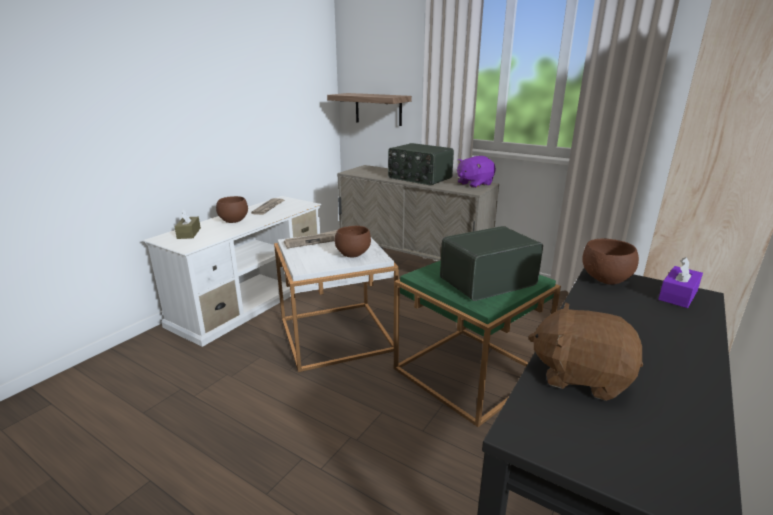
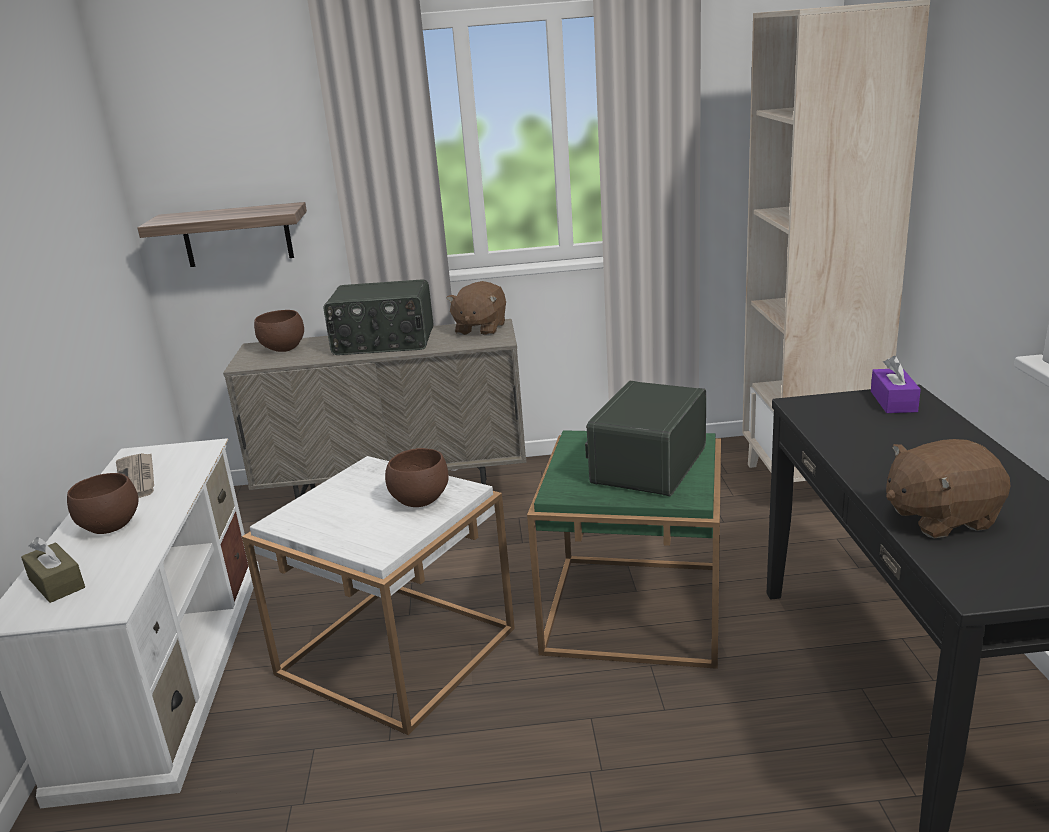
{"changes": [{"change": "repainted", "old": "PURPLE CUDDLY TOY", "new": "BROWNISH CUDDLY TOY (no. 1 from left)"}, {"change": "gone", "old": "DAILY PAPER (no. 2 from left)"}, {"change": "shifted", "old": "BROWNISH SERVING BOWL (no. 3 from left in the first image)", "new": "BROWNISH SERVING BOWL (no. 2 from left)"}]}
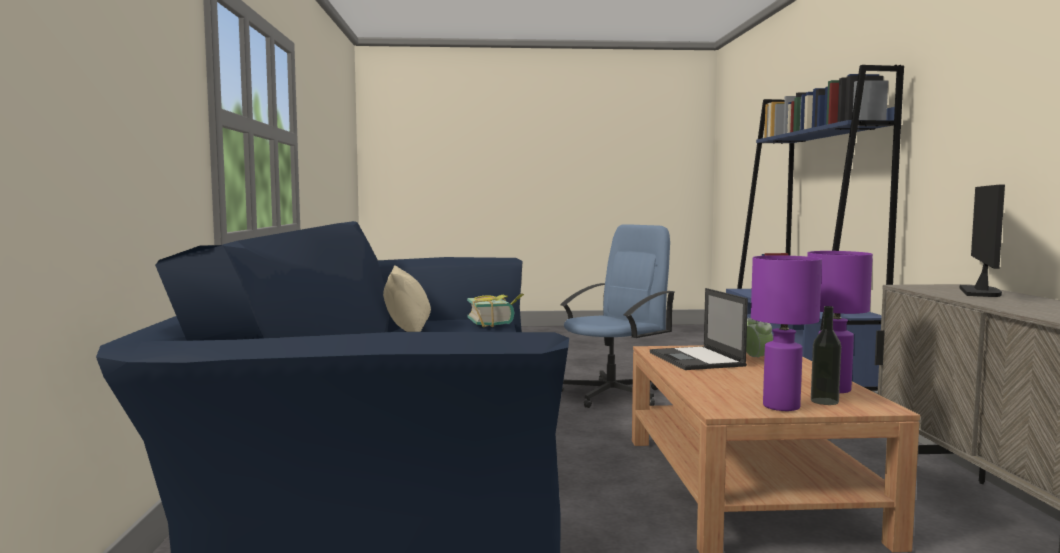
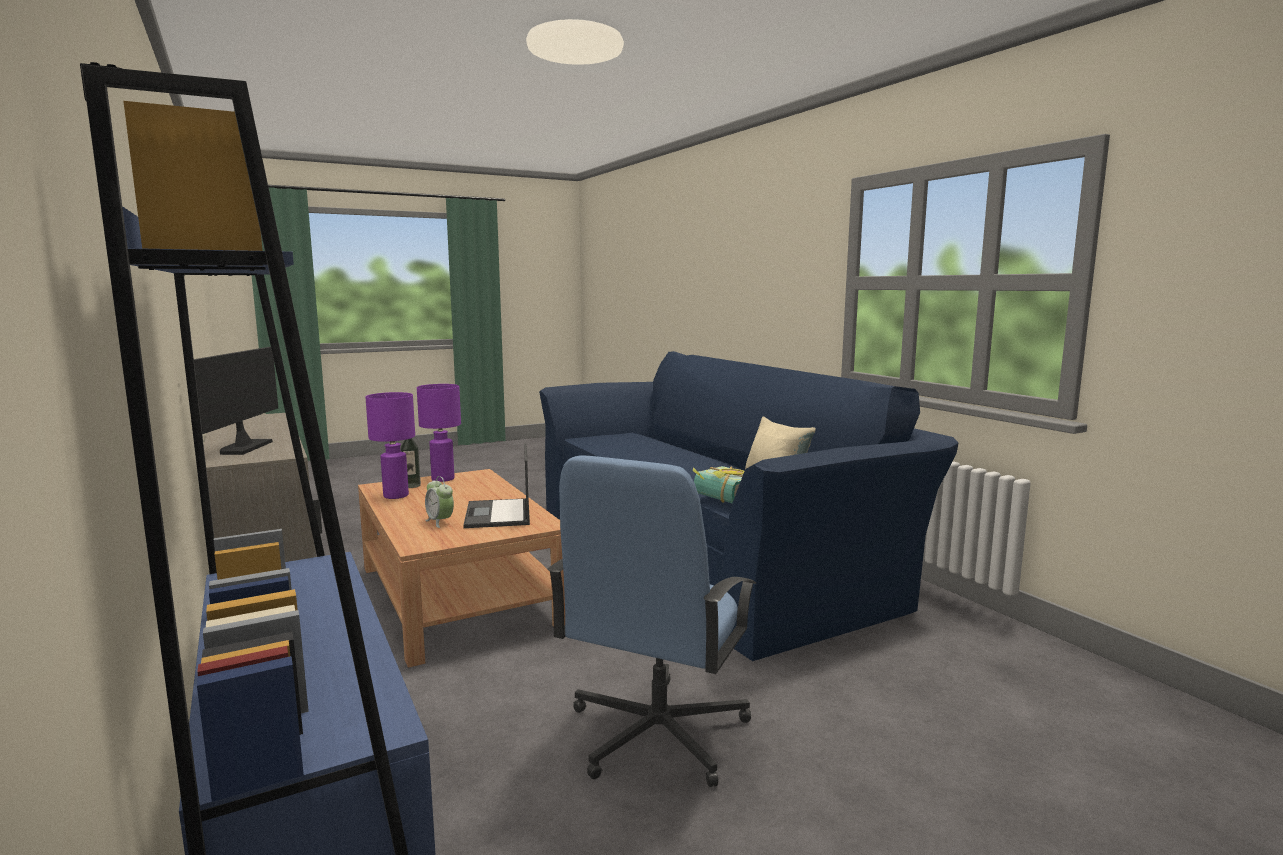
{"changes": [{"change": "rotated", "old": "LAPTOP", "degrees": -150}]}
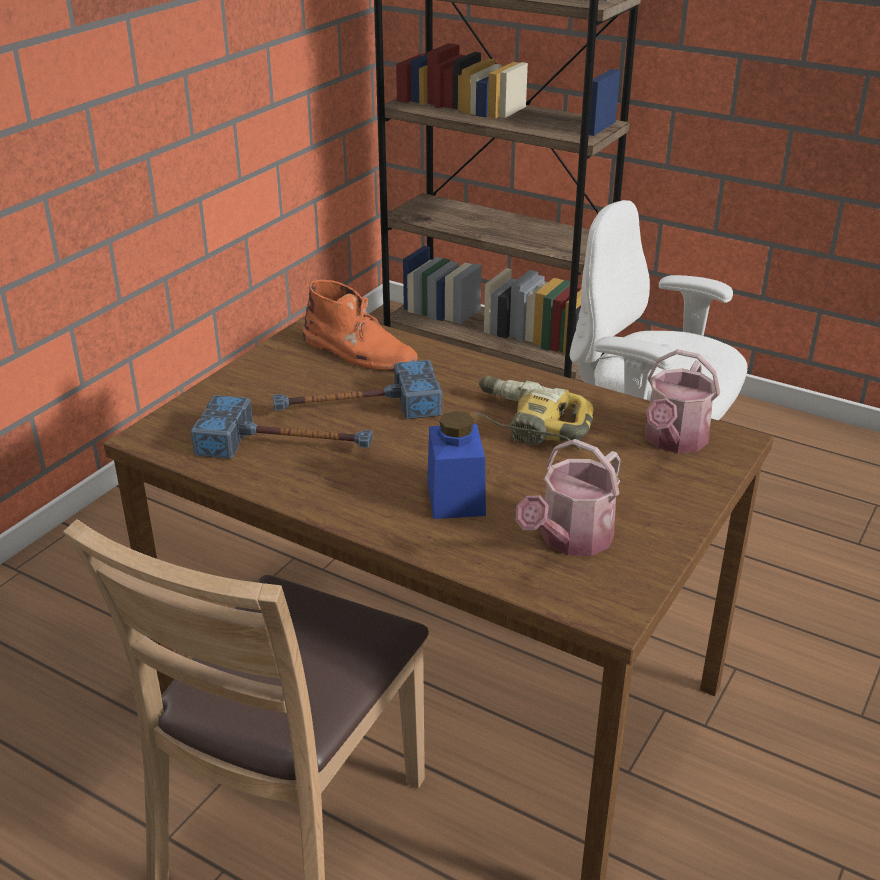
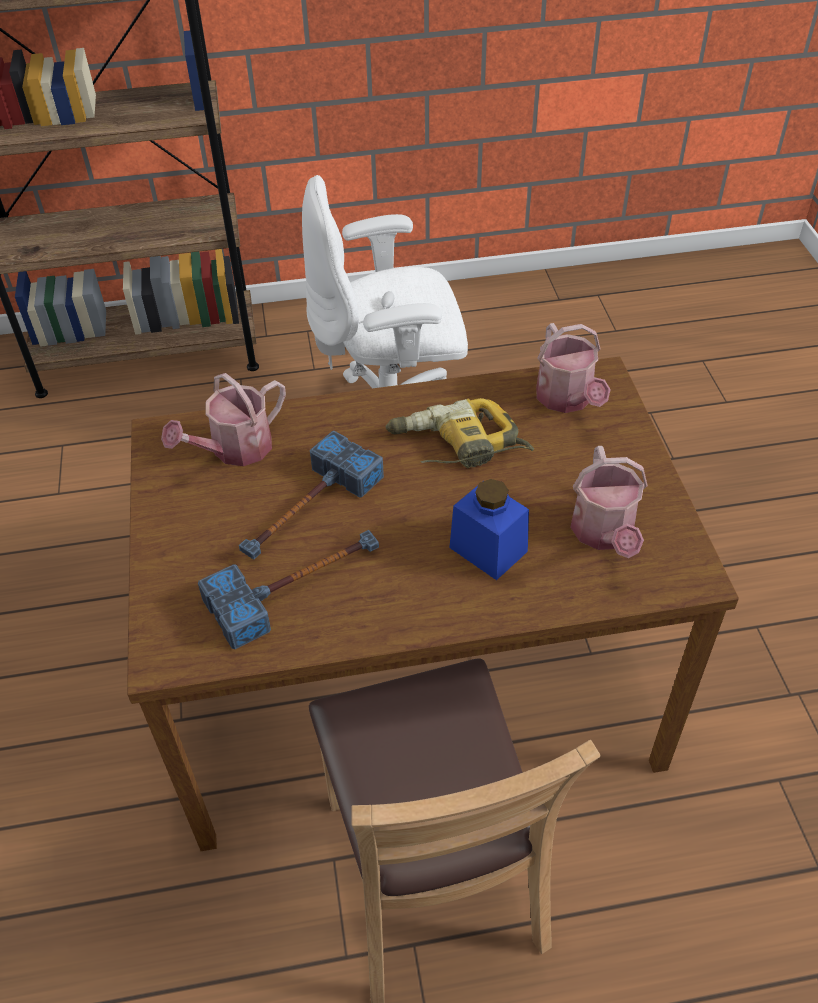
{"changes": [{"change": "swapped", "old": "ORANGEY BOOT", "new": "SPRINKLING CAN (no. 1 from left)"}]}
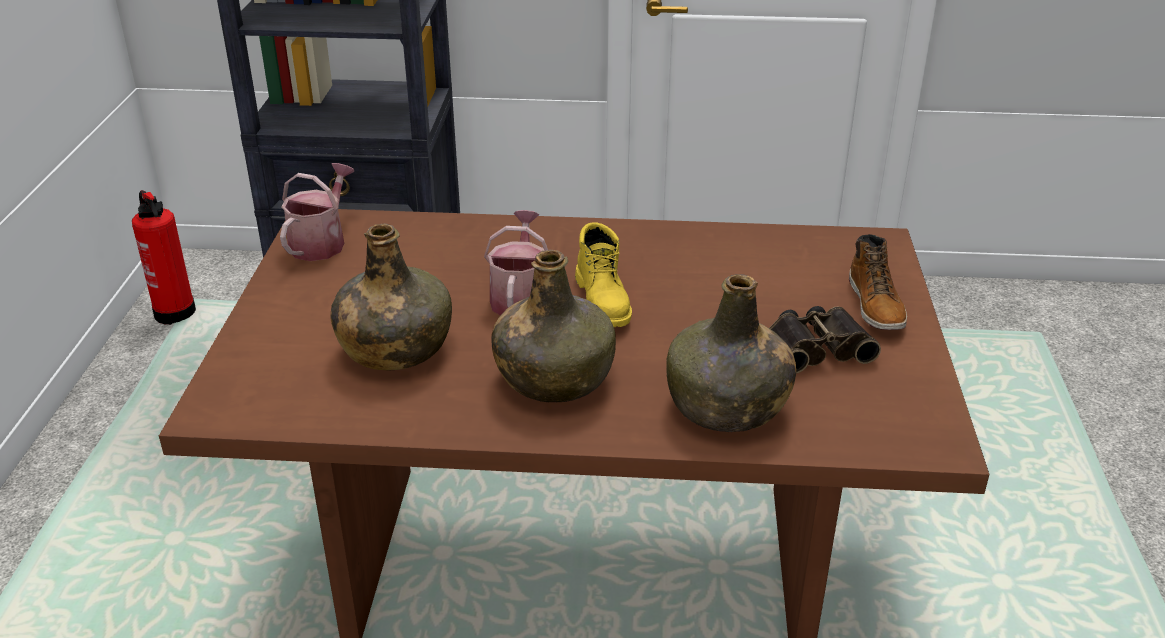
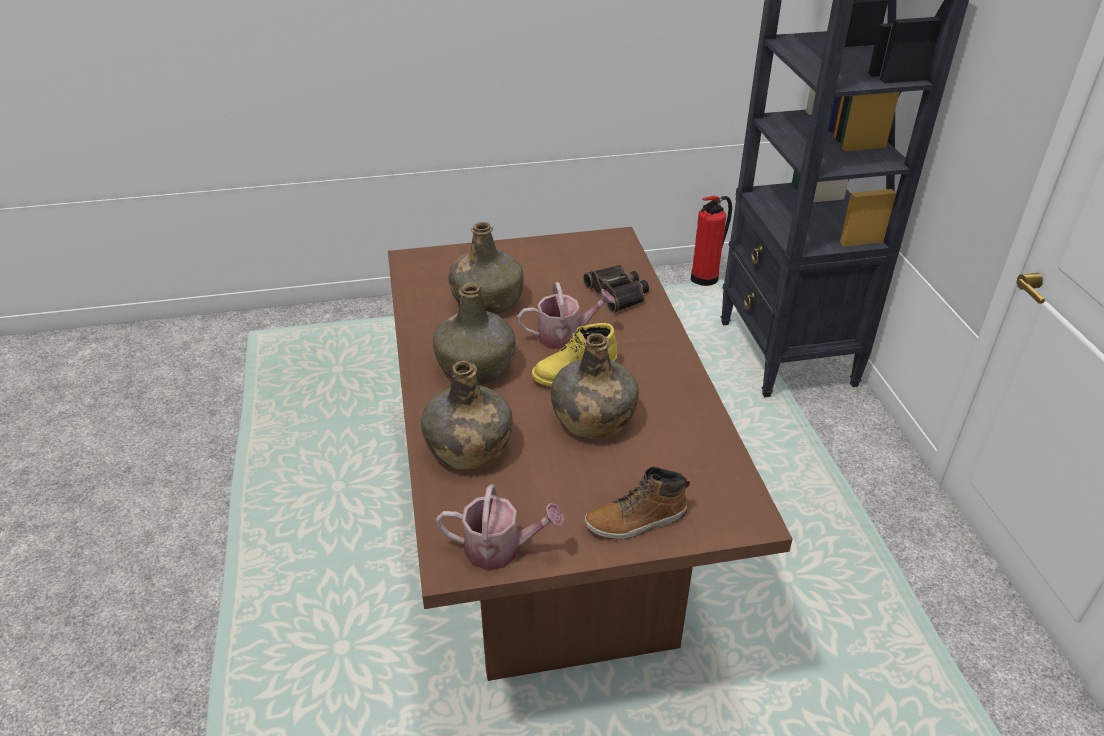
{"changes": [{"change": "shifted", "old": "SPRINKLING CAN (no. 1 from left)"}, {"change": "shifted", "old": "PAIR OF BINOCULARS"}, {"change": "new", "new": "GREEN-COLOURED BOTTLE (no. 4 from left)"}]}
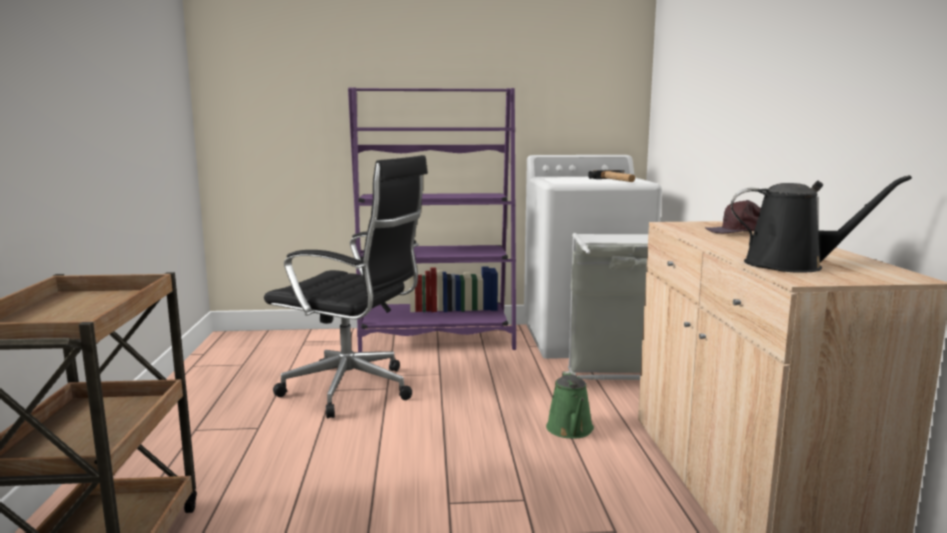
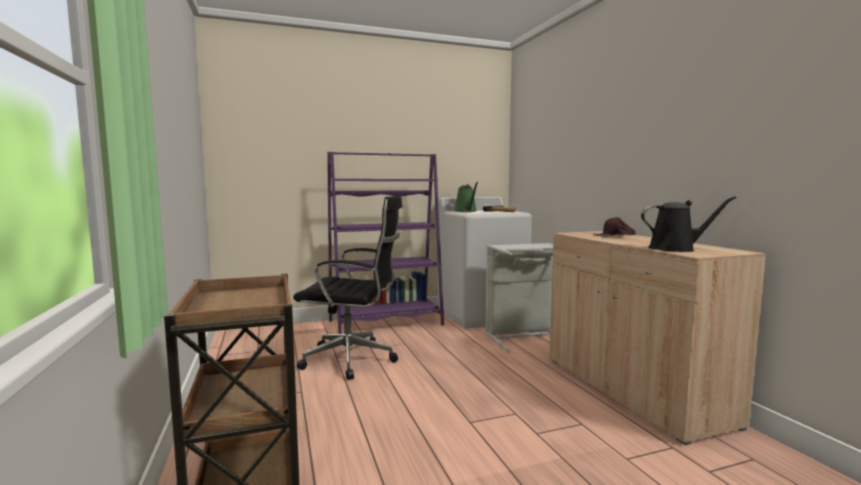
{"changes": [{"change": "shifted", "old": "GREEN-COLOURED SPRINKLING CAN"}]}
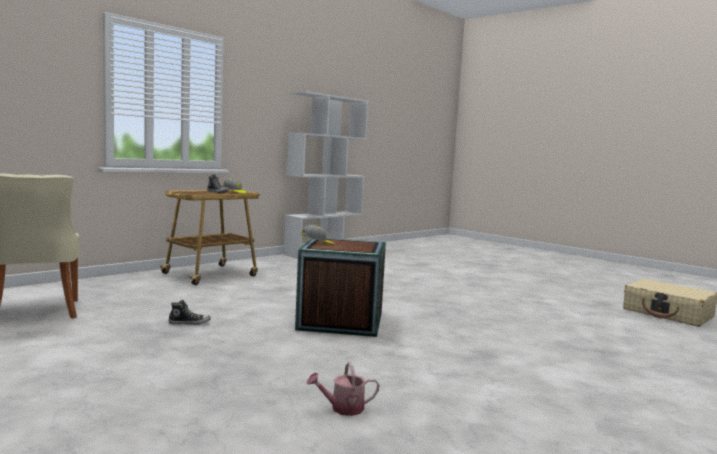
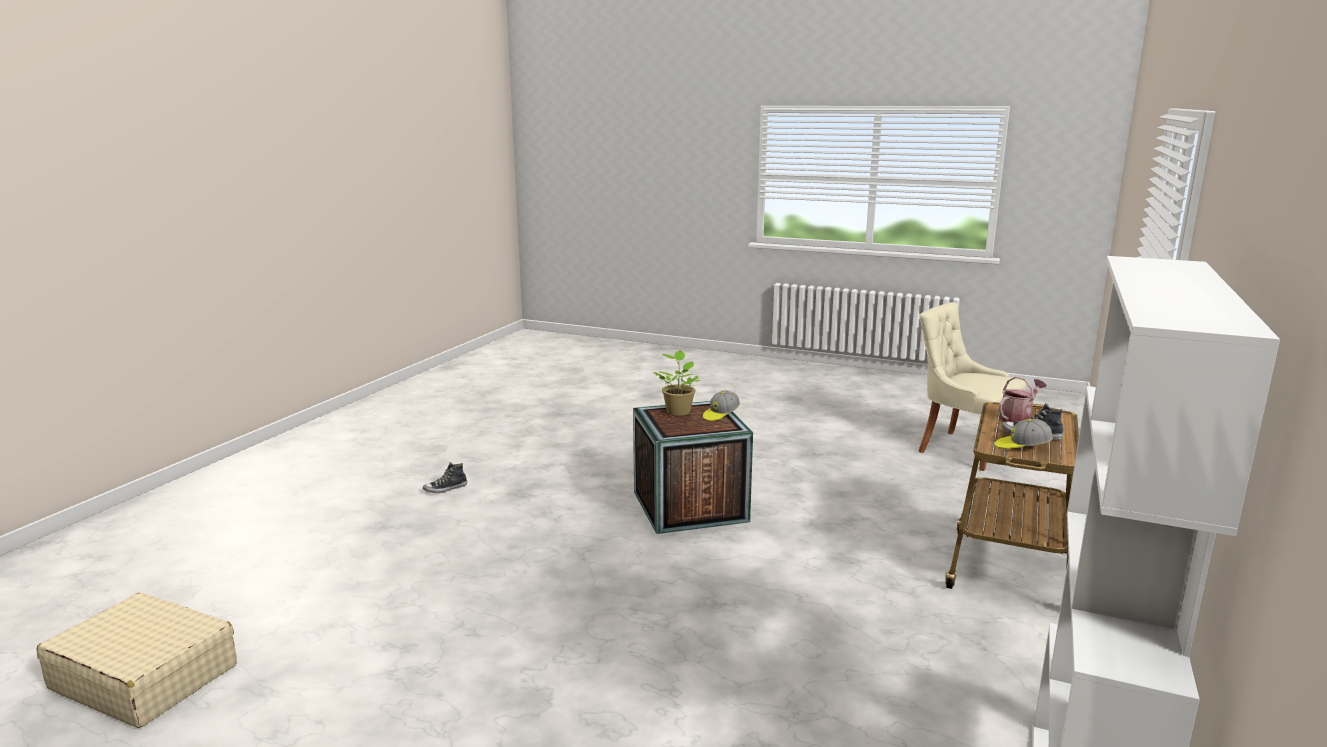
{"changes": [{"change": "shifted", "old": "ITEM OF FOOTWEAR (no. 1 from left)"}, {"change": "shifted", "old": "SPRINKLING CAN"}, {"change": "new", "new": "POTTED PLANT"}]}
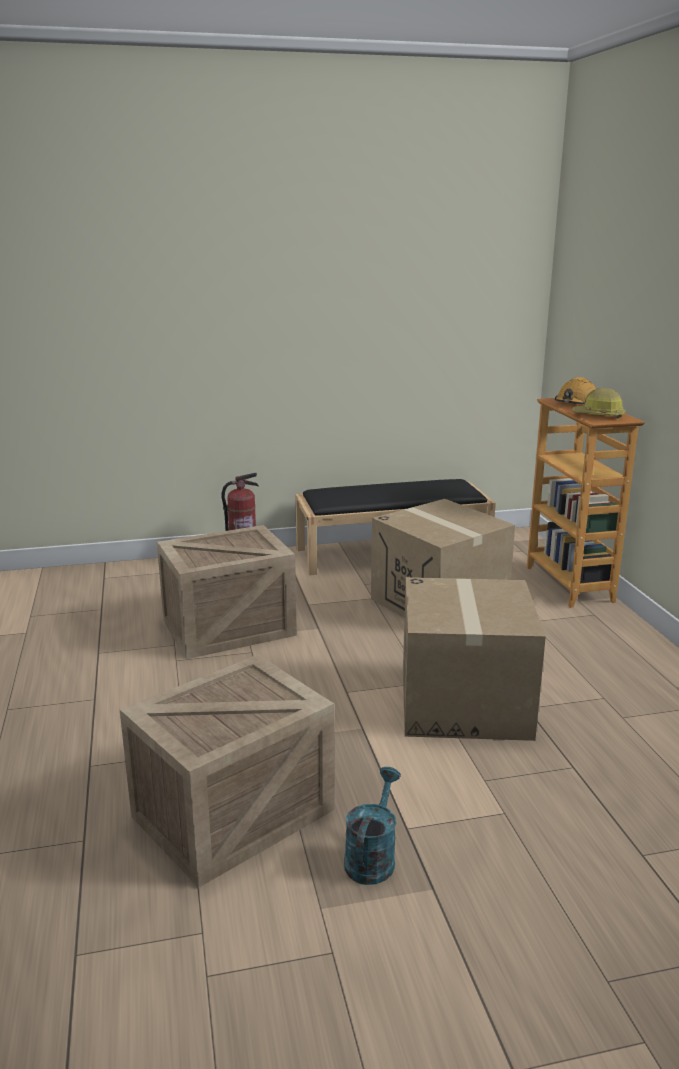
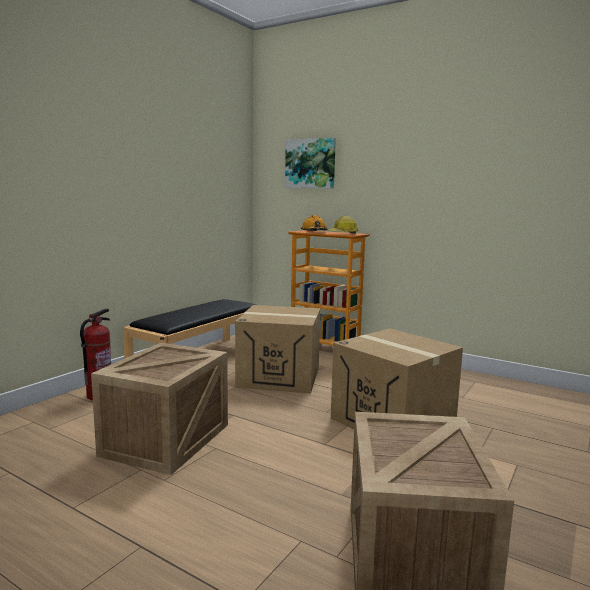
{"changes": [{"change": "gone", "old": "BLUE-GREEN SPRINKLING CAN"}, {"change": "new", "new": "WALL ART"}]}
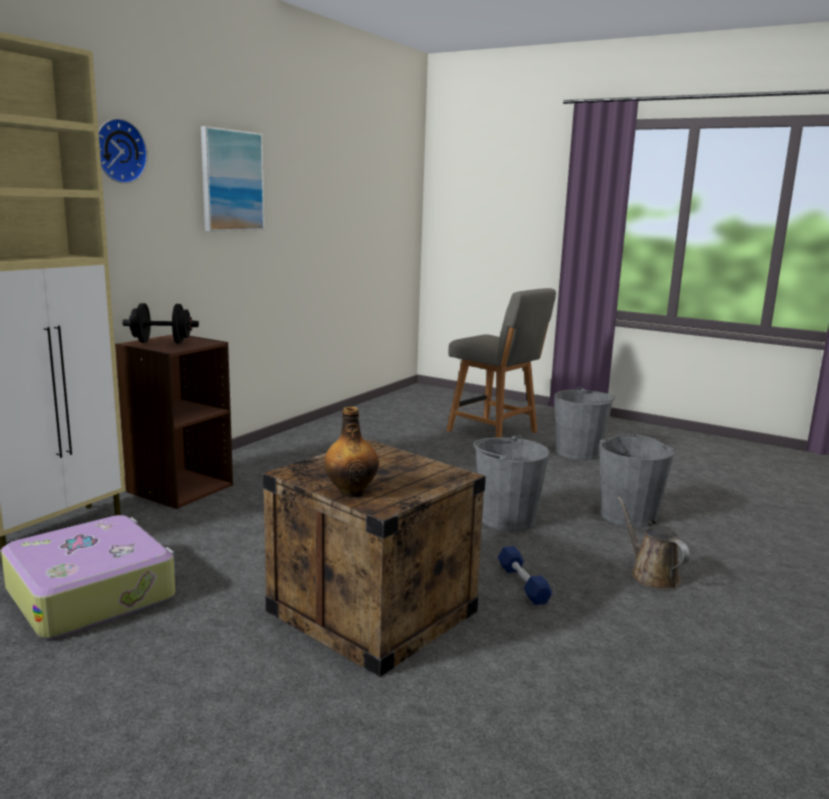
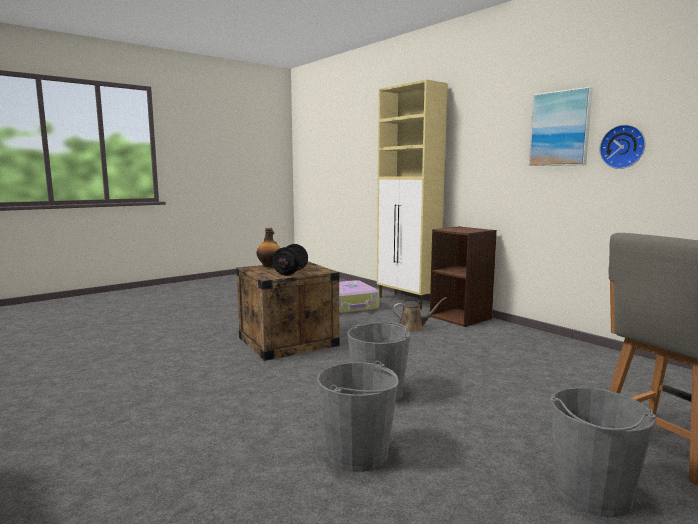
{"changes": [{"change": "shifted", "old": "CLOCK ON THE WALL"}, {"change": "shifted", "old": "BLACK DUMBBELL"}, {"change": "shifted", "old": "BROWNISH SPRINKLING CAN"}, {"change": "gone", "old": "BLUE DUMBBELL"}]}
